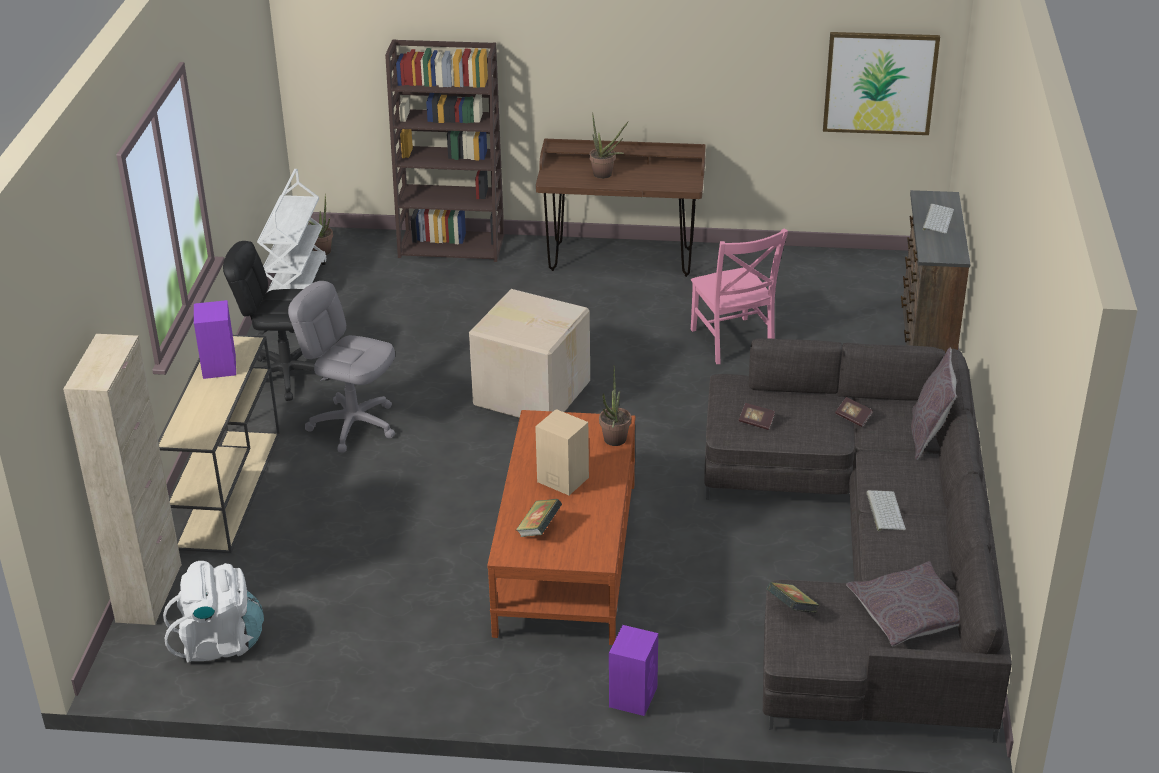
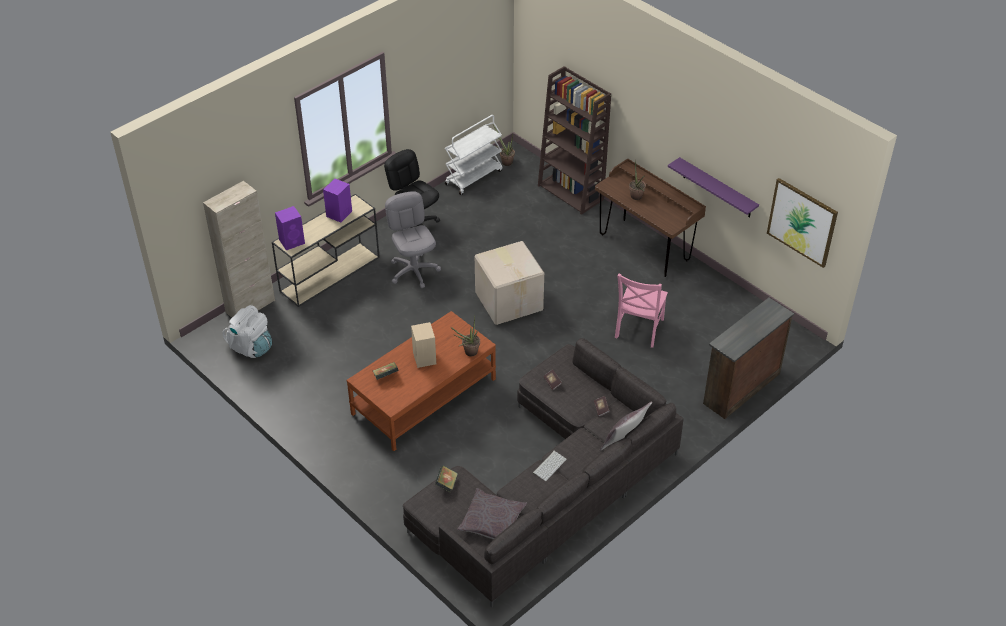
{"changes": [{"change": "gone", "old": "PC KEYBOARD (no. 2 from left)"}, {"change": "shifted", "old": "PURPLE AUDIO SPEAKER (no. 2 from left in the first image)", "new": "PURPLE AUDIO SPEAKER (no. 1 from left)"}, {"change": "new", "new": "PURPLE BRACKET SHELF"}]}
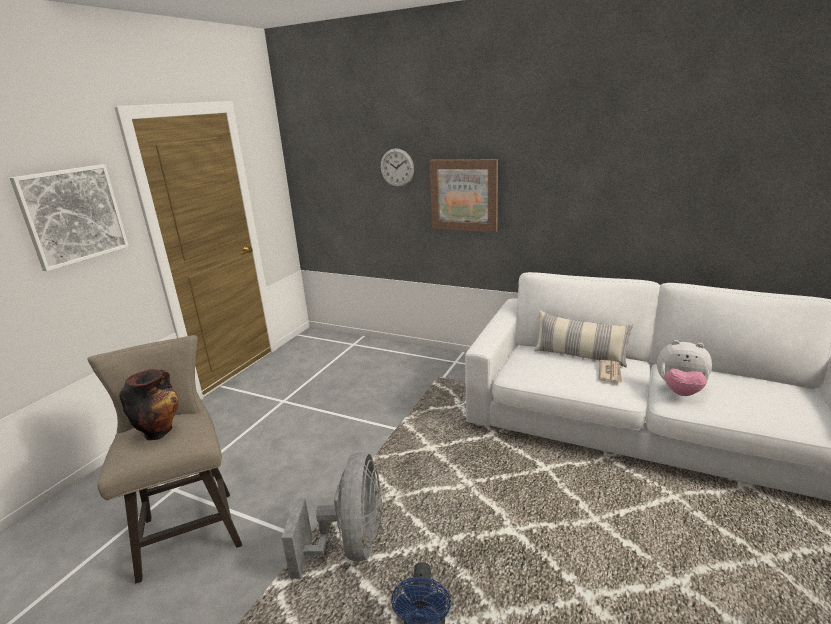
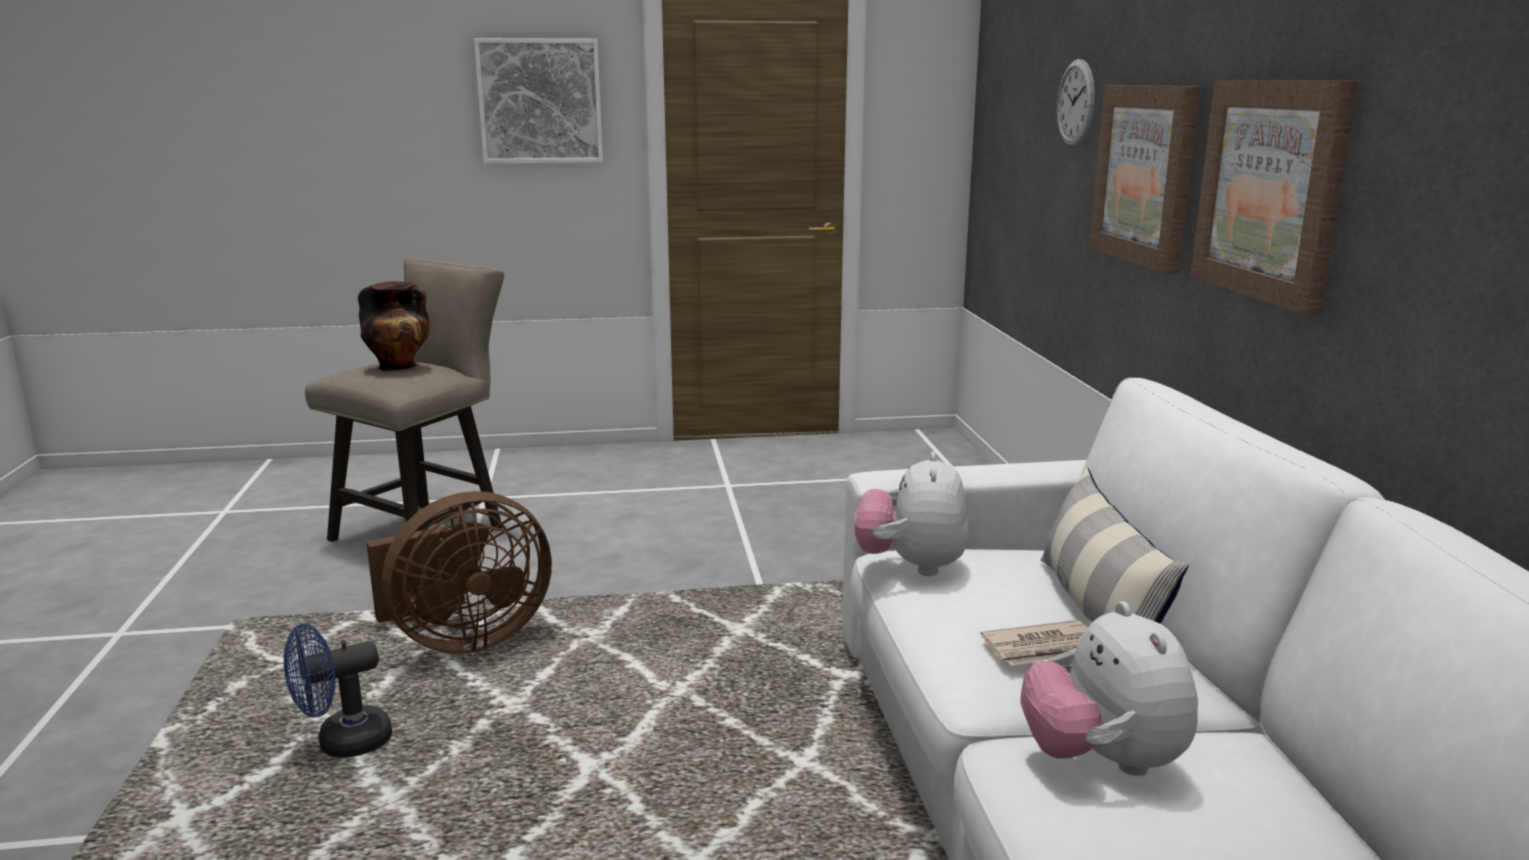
{"changes": [{"change": "repainted", "old": "GREY COOLING FAN", "new": "BROWNISH COOLING FAN"}, {"change": "new", "new": "WALL ART (no. 3 from left)"}, {"change": "new", "new": "CUDDLY TOY (no. 1 from left)"}]}
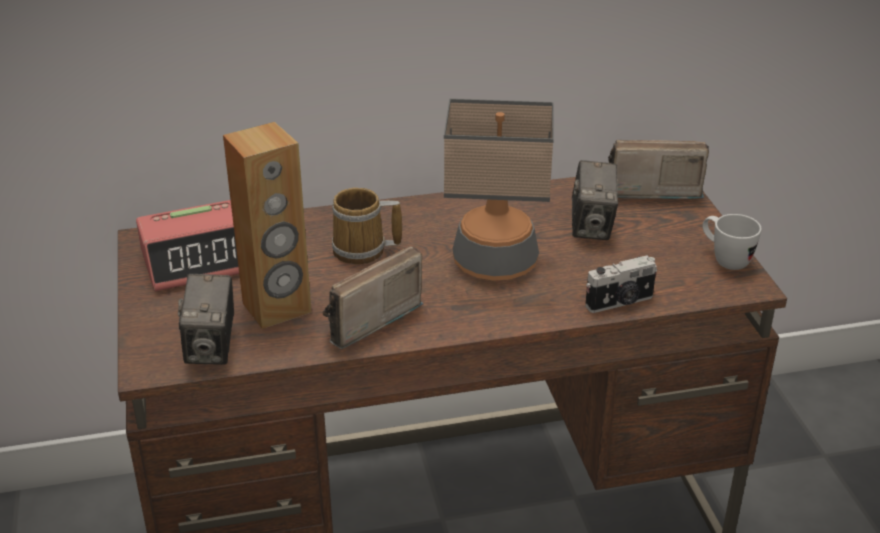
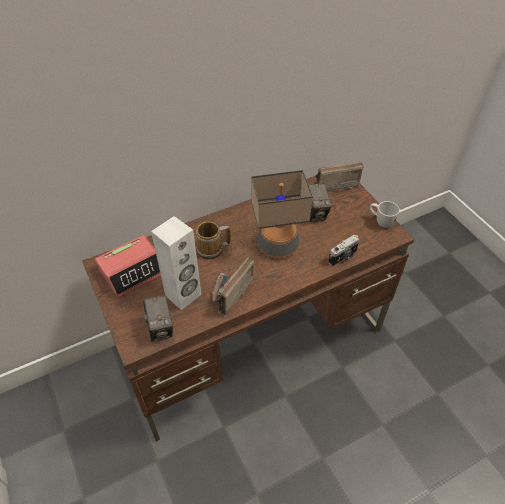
{"changes": [{"change": "repainted", "old": "BROWNISH AUDIO SPEAKER", "new": "WHITE-COLOURED AUDIO SPEAKER"}]}
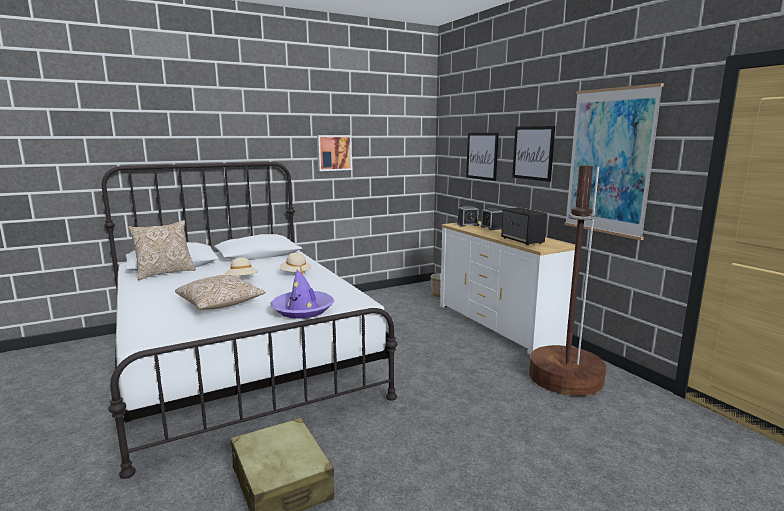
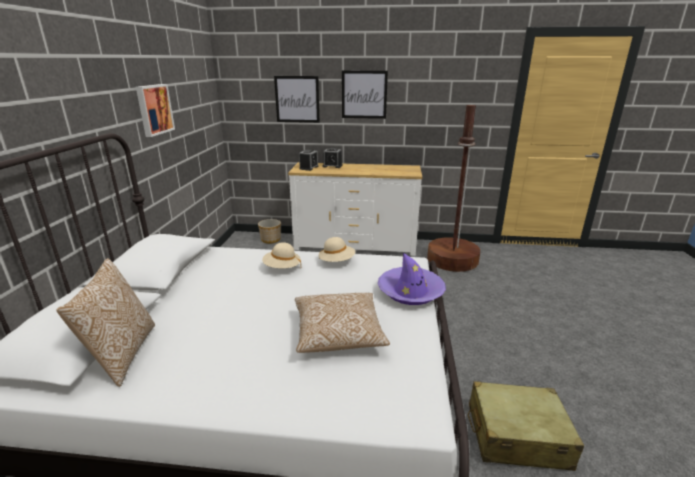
{"changes": [{"change": "gone", "old": "WALL ART (no. 4 from left)"}, {"change": "gone", "old": "AUDIO SPEAKER"}, {"change": "shifted", "old": "BEIGE-COLOURED HAT (no. 1 from left in the first image)", "new": "BEIGE-COLOURED HAT (no. 2 from left)"}]}
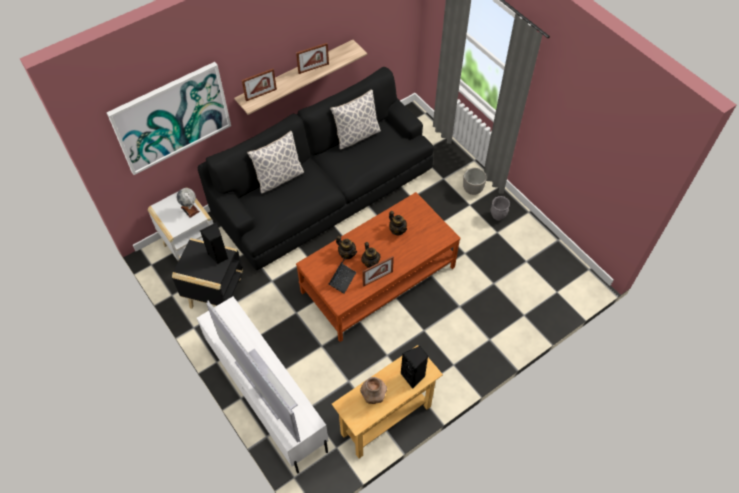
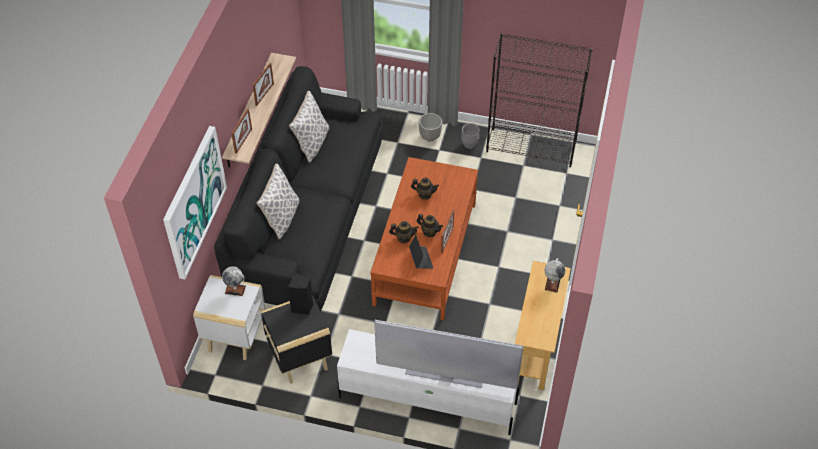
{"changes": [{"change": "swapped", "old": "BLACK AUDIO SPEAKER (no. 2 from left)", "new": "DESK GLOBE (no. 2 from left)"}, {"change": "gone", "old": "BROWNISH VASE"}, {"change": "new", "new": "BLACK BOOKCASE"}]}
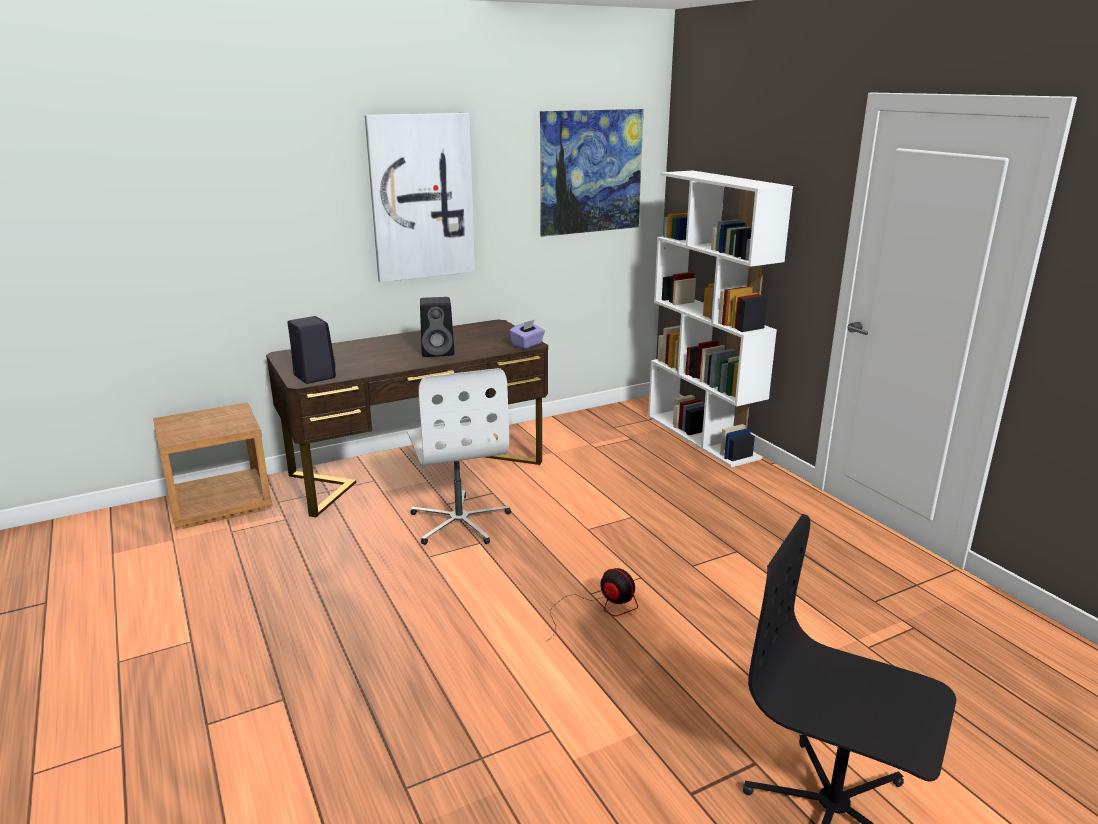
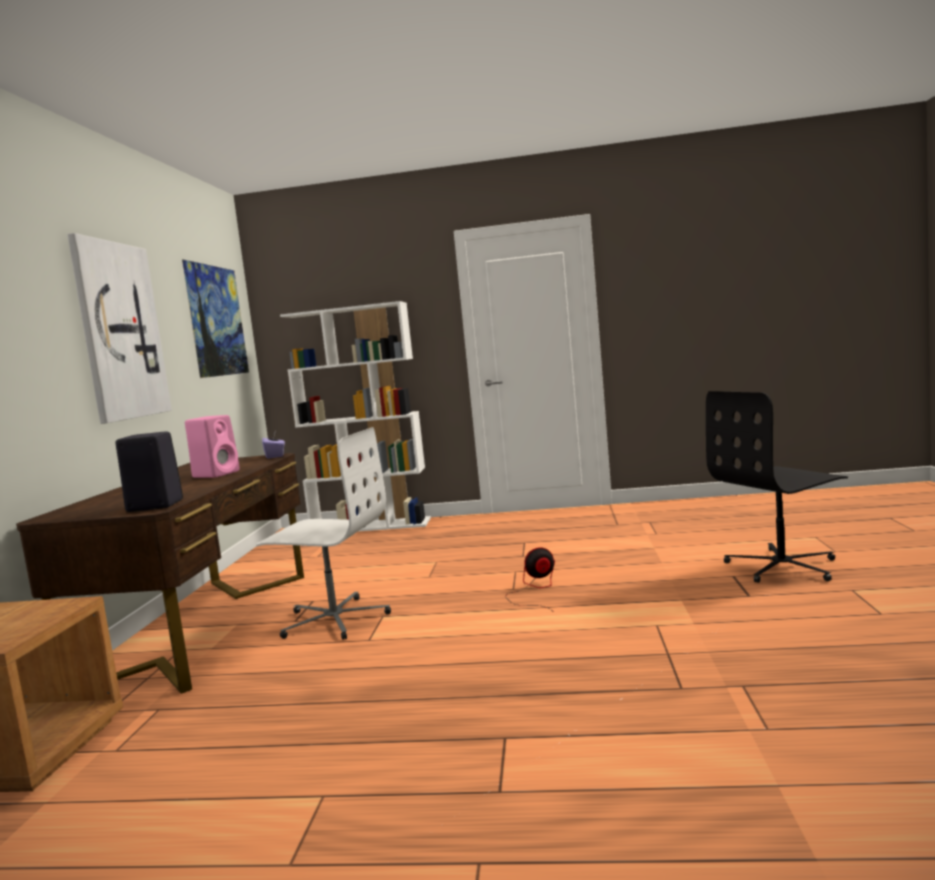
{"changes": [{"change": "repainted", "old": "BLACK AUDIO SPEAKER (no. 2 from left)", "new": "PINKISH AUDIO SPEAKER"}]}
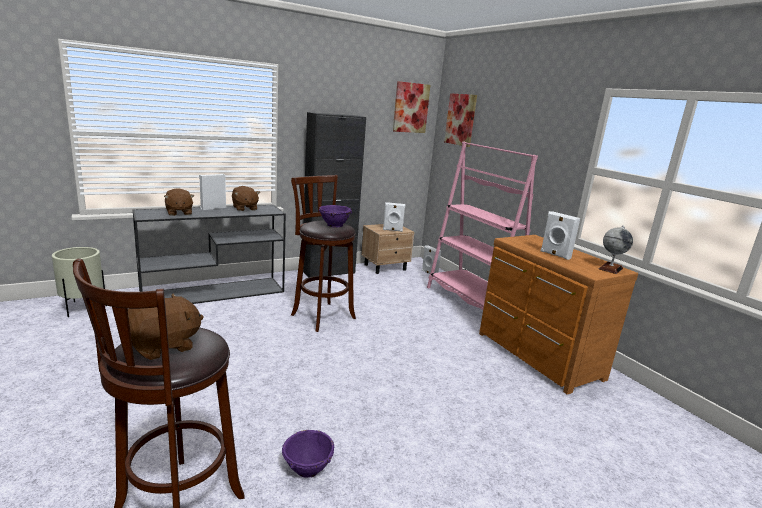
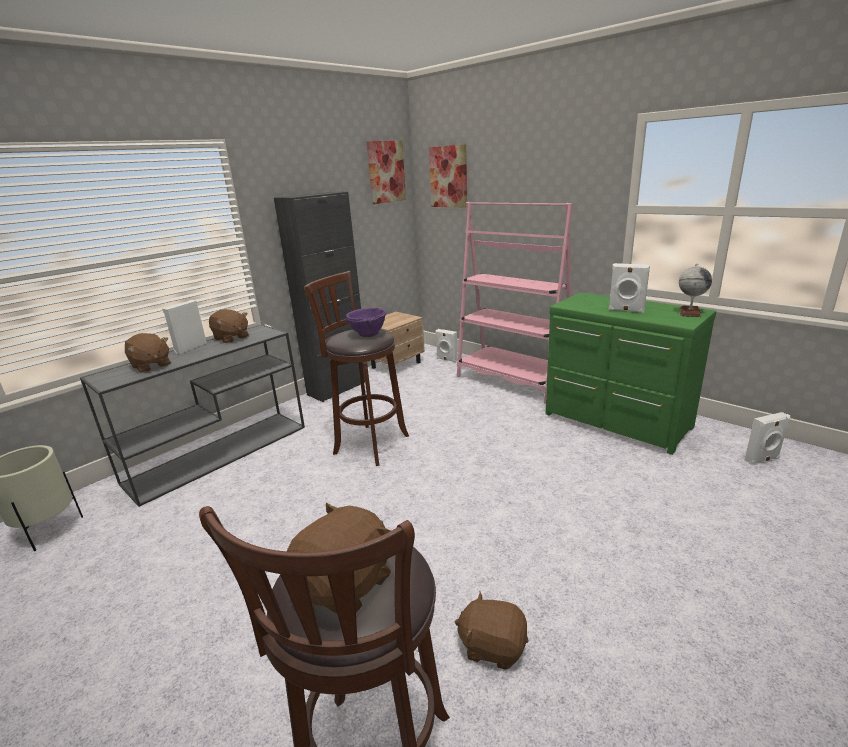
{"changes": [{"change": "shifted", "old": "WHITE-COLOURED AUDIO SPEAKER (no. 2 from left in the first image)", "new": "WHITE-COLOURED AUDIO SPEAKER (no. 4 from left)"}, {"change": "repainted", "old": "BROWNISH DRAWER CHEST", "new": "GREEN-COLOURED DRAWER CHEST"}, {"change": "swapped", "old": "PURPLE SERVING BOWL (no. 1 from left)", "new": "BROWNISH CUDDLY TOY (no. 4 from left)"}]}
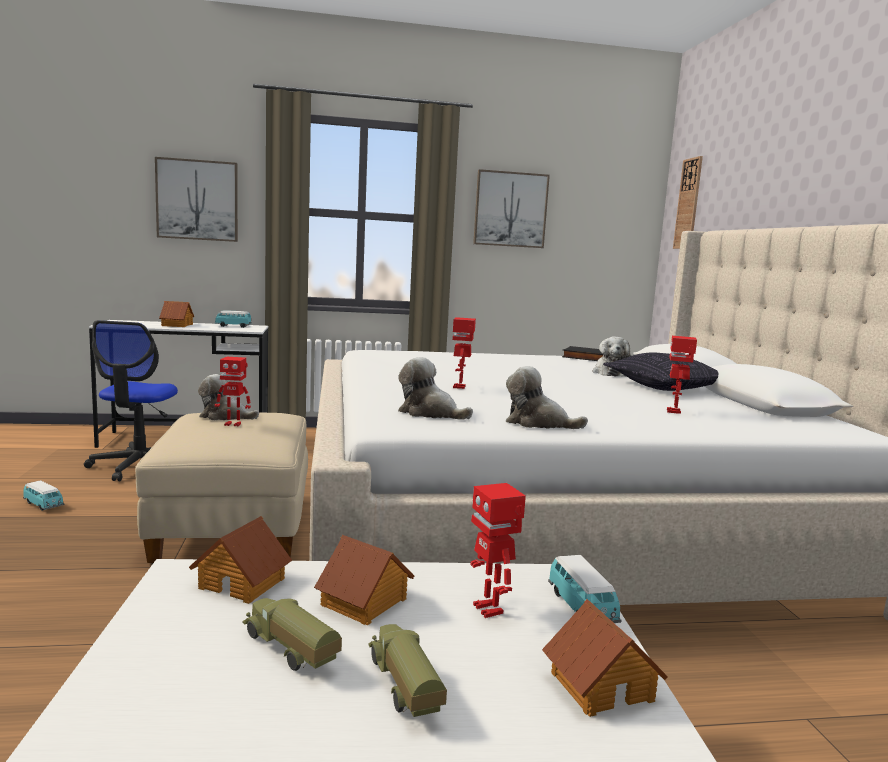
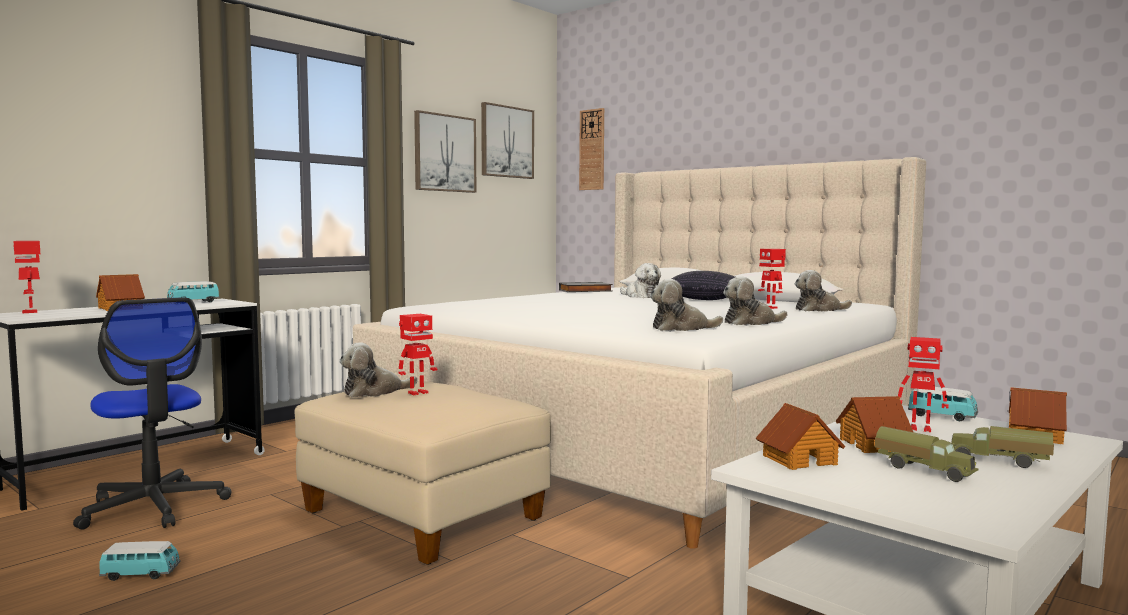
{"changes": [{"change": "shifted", "old": "WALL ART (no. 1 from left in the first image)", "new": "WALL ART (no. 2 from left)"}, {"change": "shifted", "old": "TOY ROBOT (no. 2 from left in the first image)", "new": "TOY ROBOT (no. 1 from left)"}, {"change": "rotated", "old": "TOY TRUCK (no. 1 from left)", "degrees": -135}, {"change": "new", "new": "CUDDLY TOY (no. 5 from left)"}]}
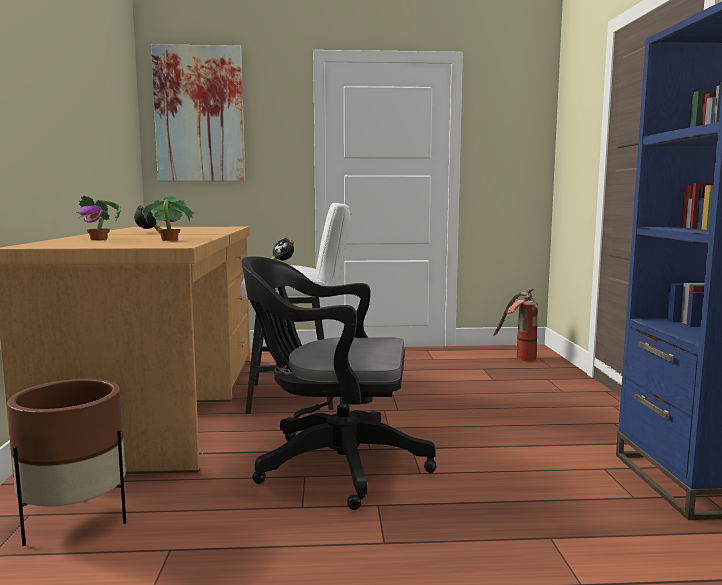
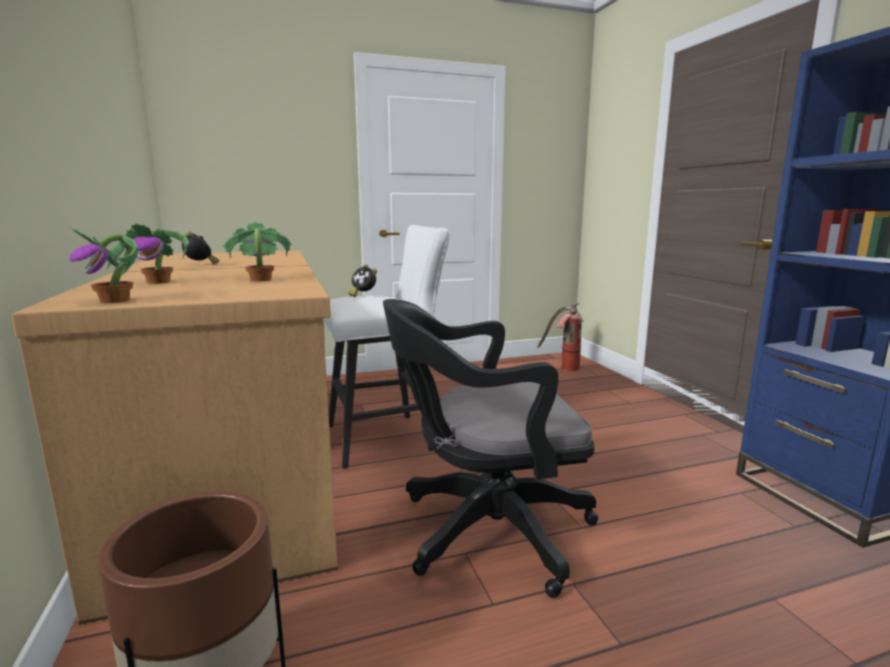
{"changes": [{"change": "gone", "old": "WALL ART"}, {"change": "new", "new": "POTTED PLANT (no. 1 from left)"}]}
